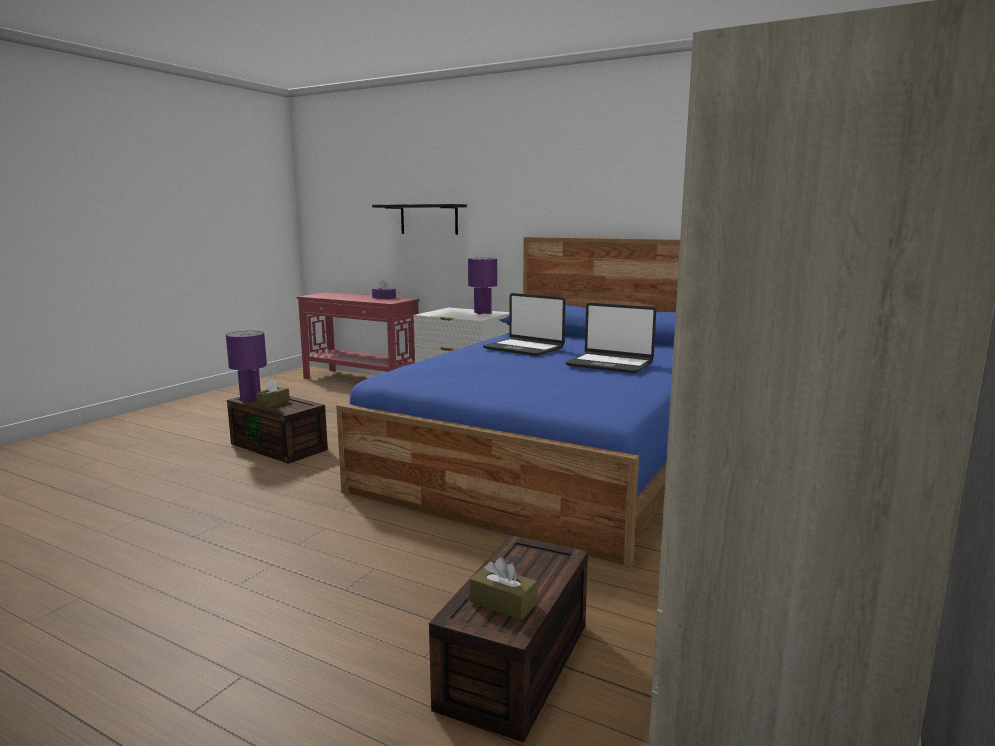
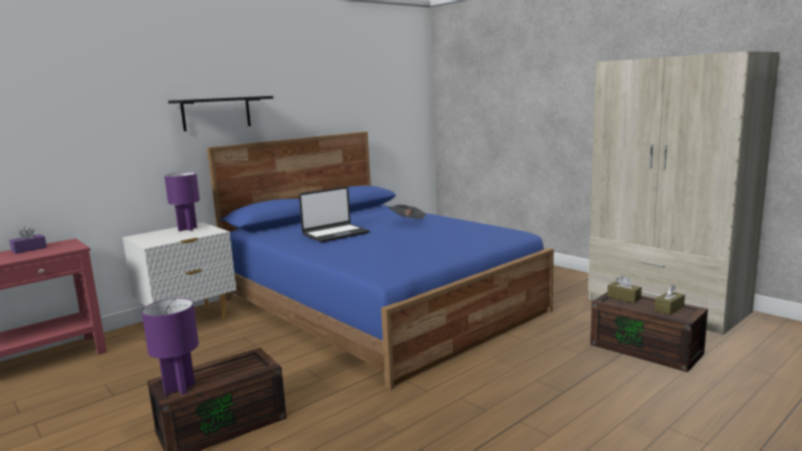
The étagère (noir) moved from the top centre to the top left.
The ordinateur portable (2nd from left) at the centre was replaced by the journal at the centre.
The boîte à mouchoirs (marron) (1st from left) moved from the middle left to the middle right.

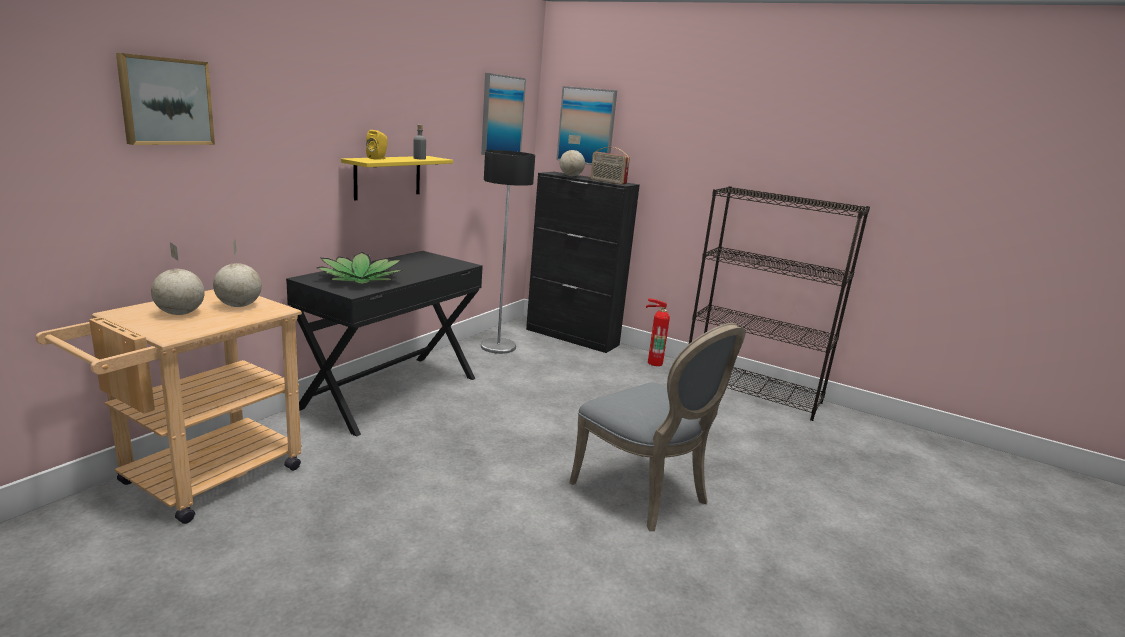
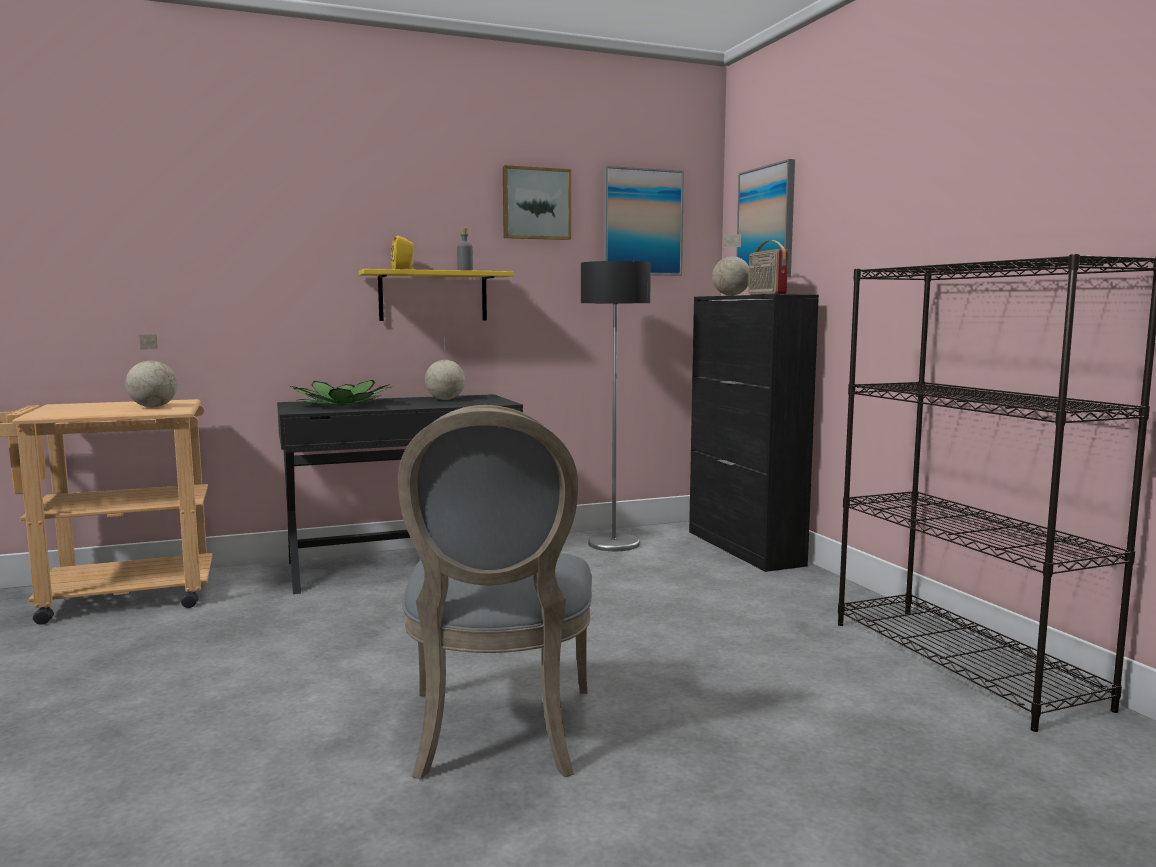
The globe (1st from left in the first image) moved from the middle left to the centre.
The tableau (1st from left) moved from the top left to the top centre.
The extincteur at the centre disappeared.

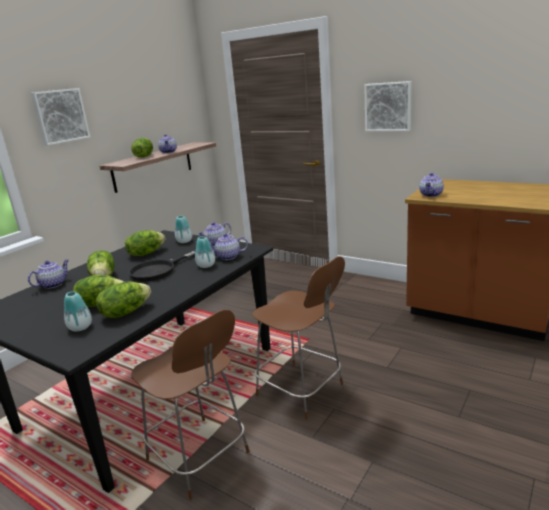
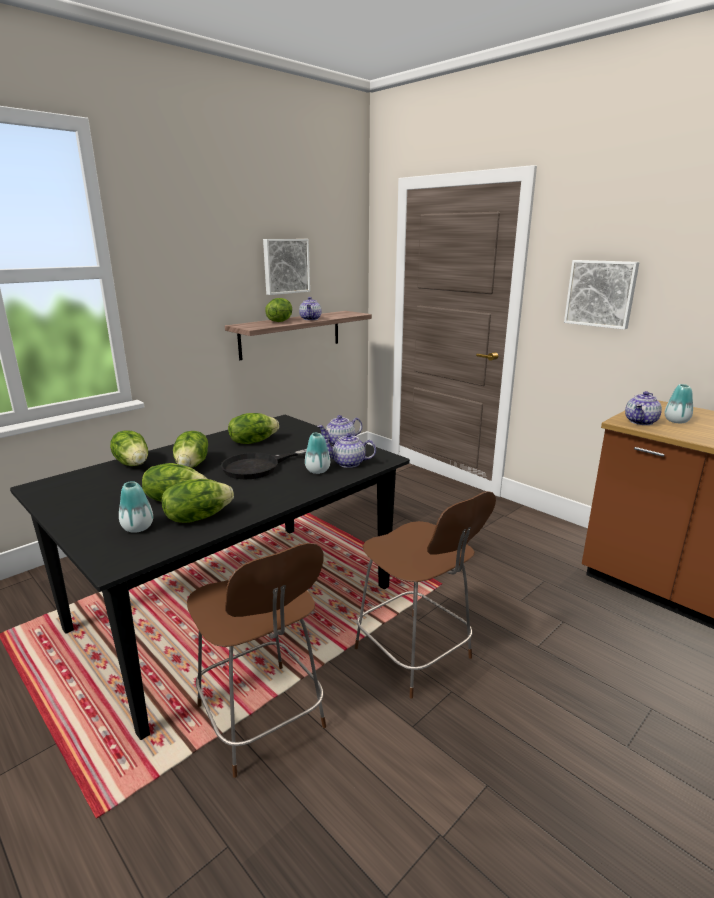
The théière (1st from left) at the middle left was replaced by the laitue (1st from left) at the middle left.
The tableau (1st from left) moved from the top left to the top centre.
The vase (2nd from left in the first image) moved from the centre to the middle right.

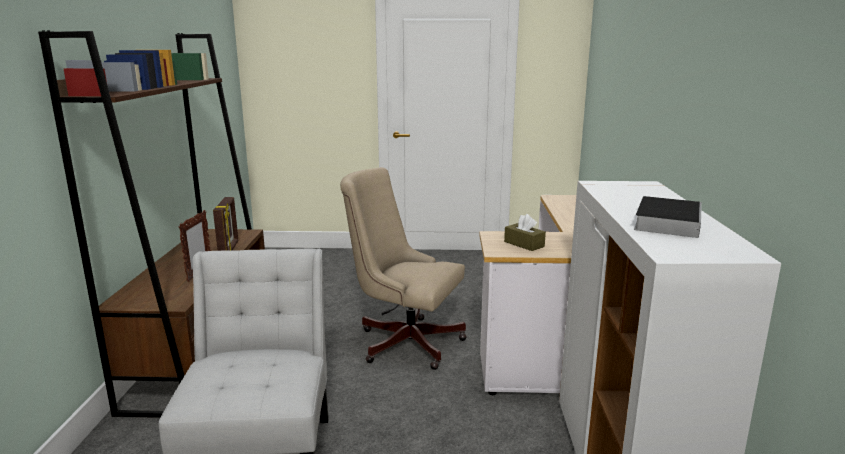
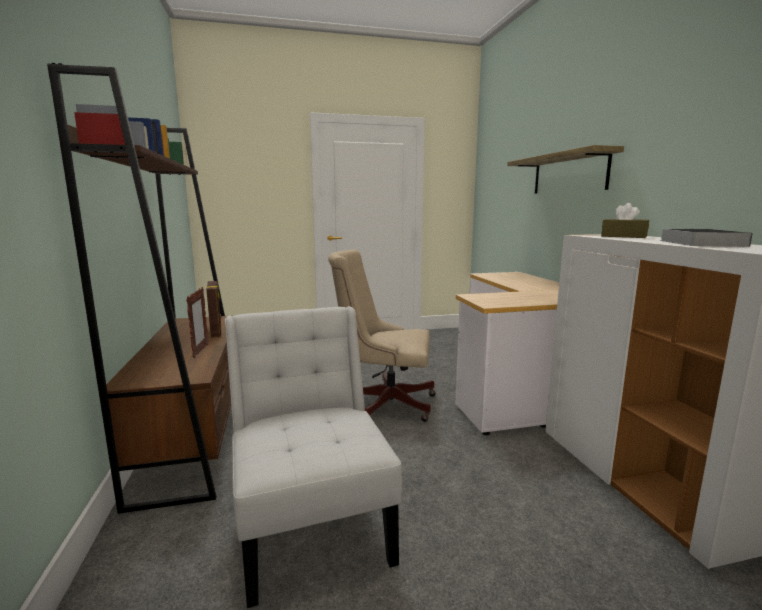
The étagère at the top right appeared.
The boîte à mouchoirs (marron) moved from the centre to the middle right.

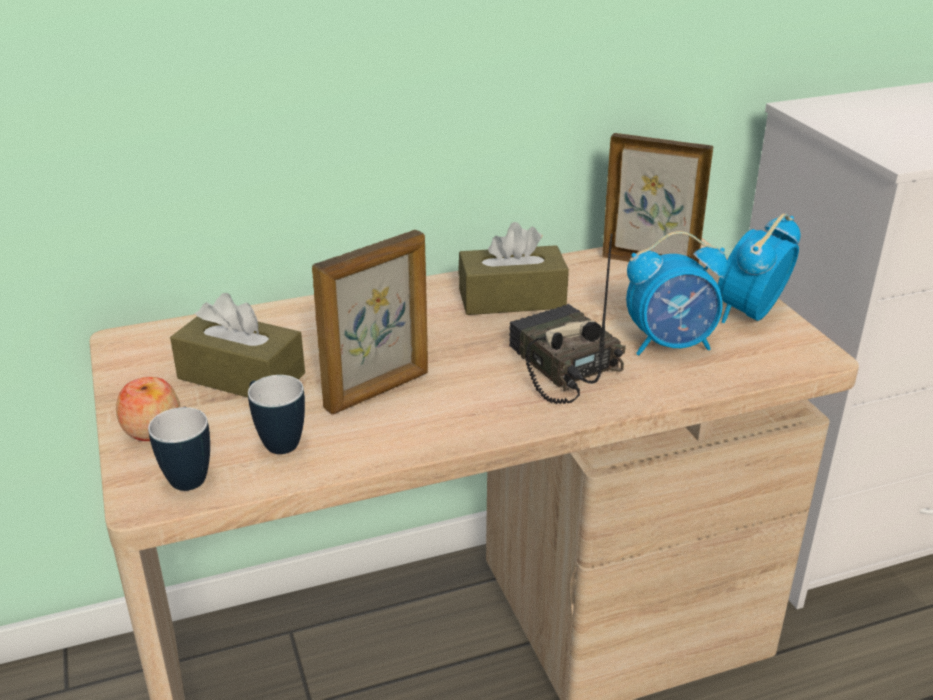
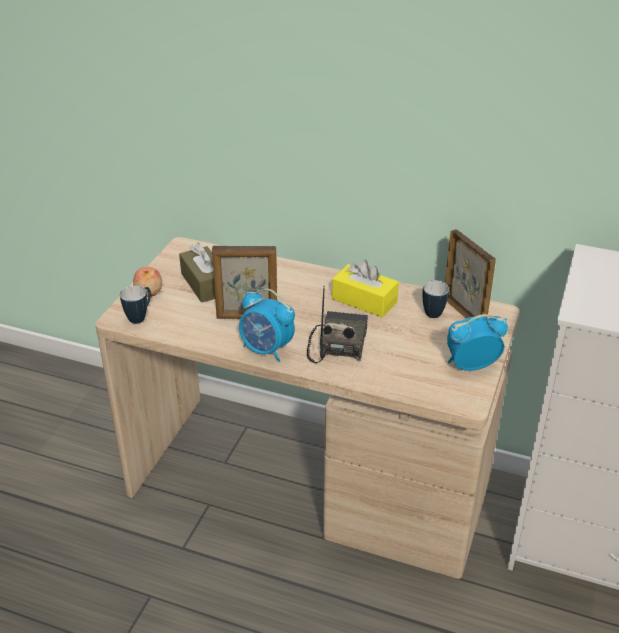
The réveil (1st from left) moved from the middle right to the centre.
The boîte à mouchoirs (marron) (2nd from left) at the centre became the boîte à mouchoirs (jaune) at the centre.
The mug (2nd from left) moved from the middle left to the middle right.

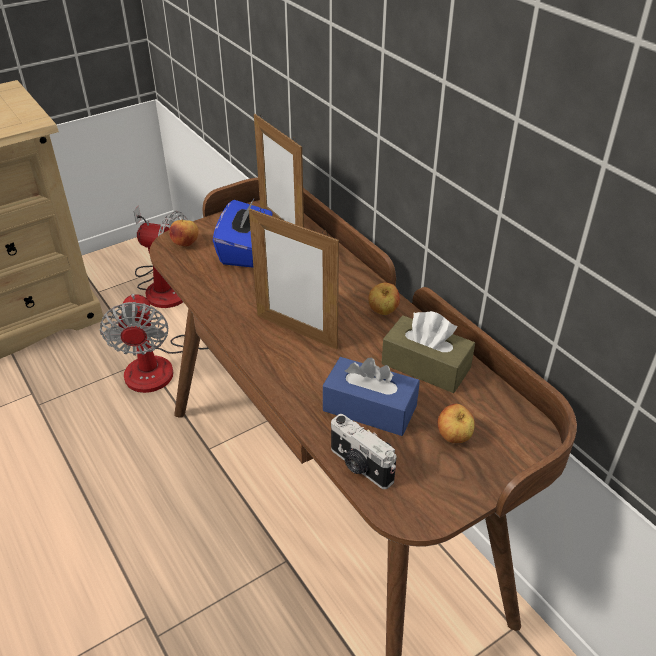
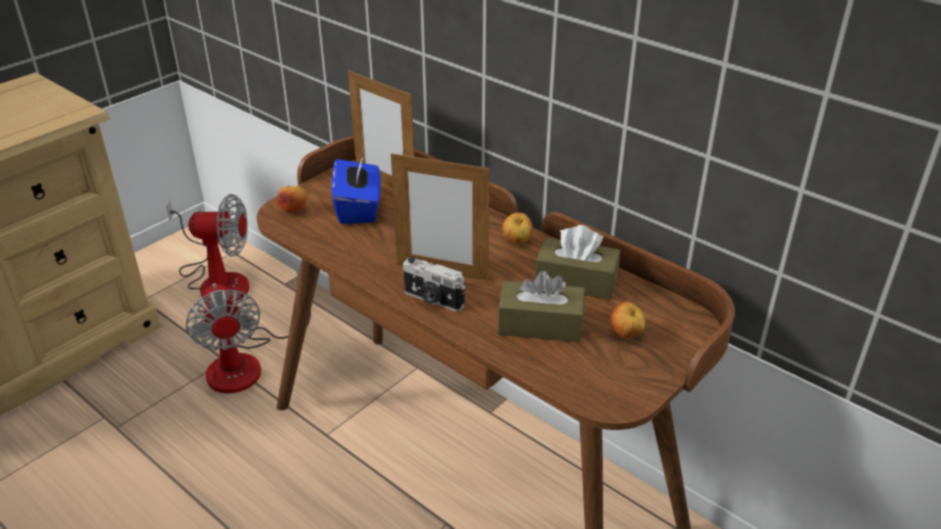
The appareil photo moved from the bottom centre to the centre.
The boîte à mouchoirs (bleu) (2nd from left) at the centre became the boîte à mouchoirs (marron) (1st from left) at the centre.

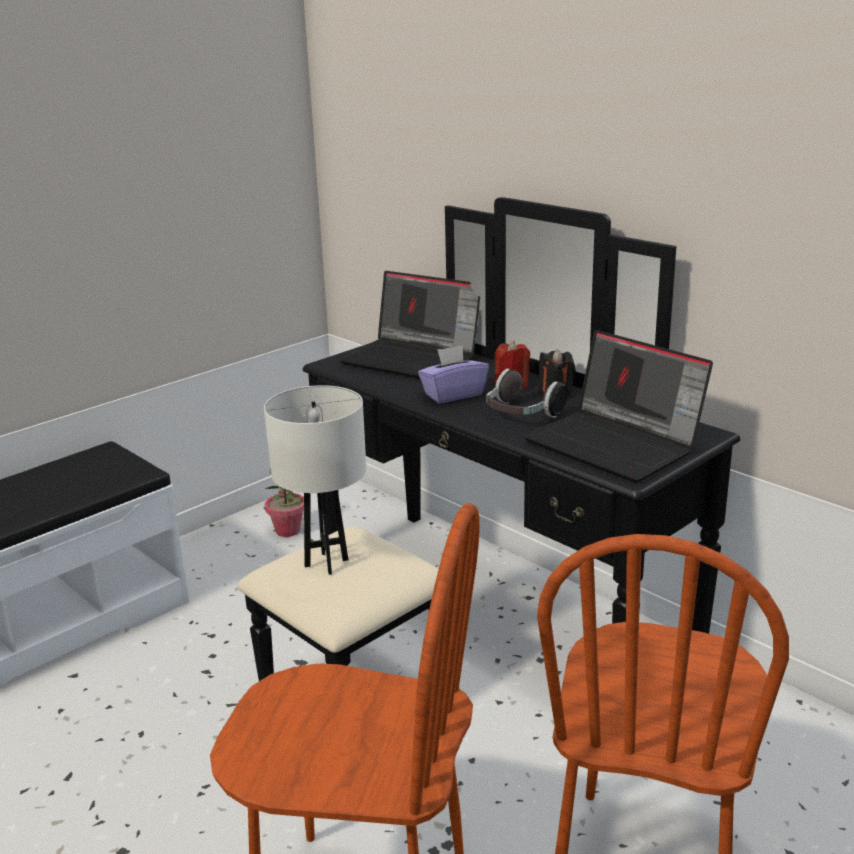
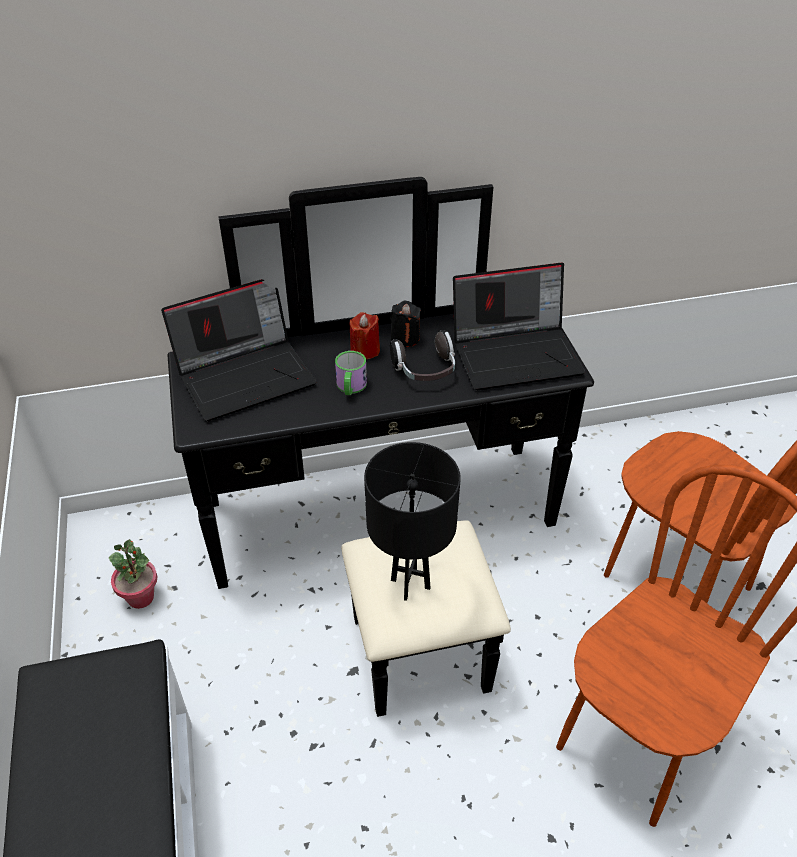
The boîte à mouchoirs (violet) at the centre was replaced by the mug at the centre.
The lampe de table (blanc) at the centre became the lampe de table (noir) at the centre.

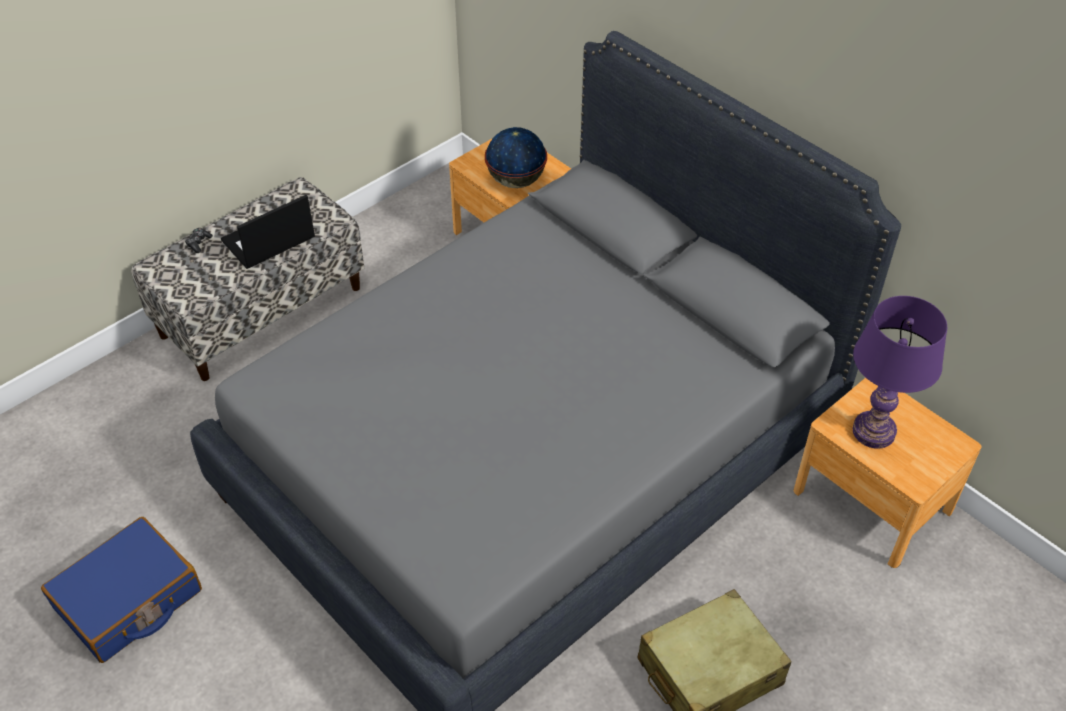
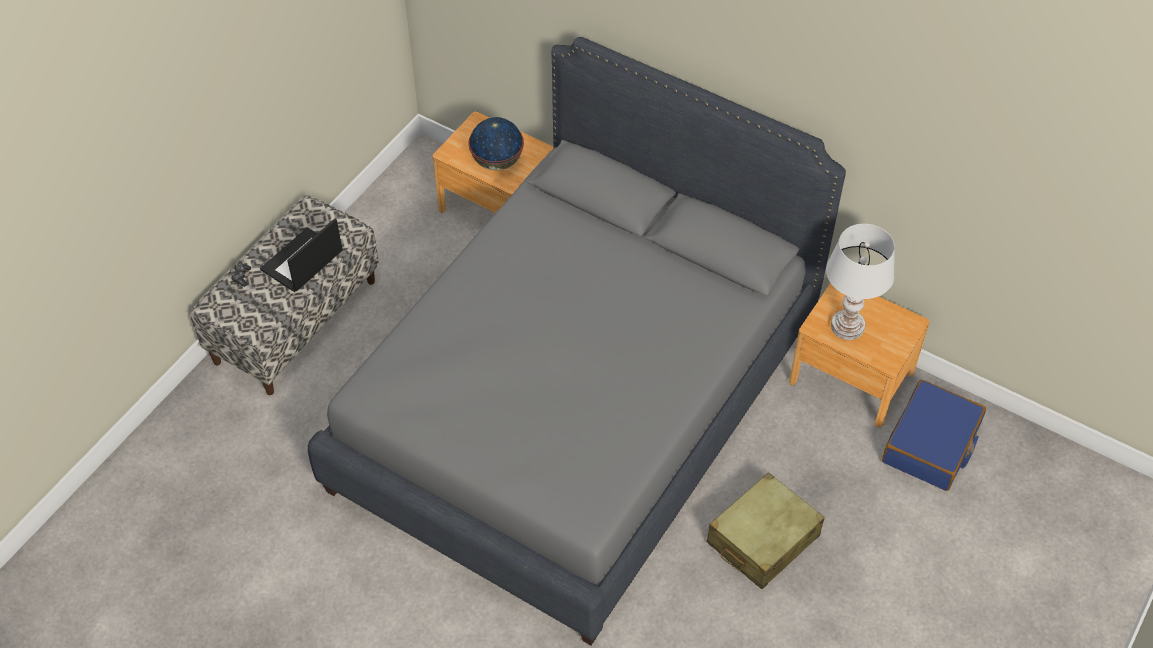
The lampe de table (violet) at the middle right became the lampe de table (blanc) at the middle right.
The valise (bleu) moved from the bottom left to the bottom right.

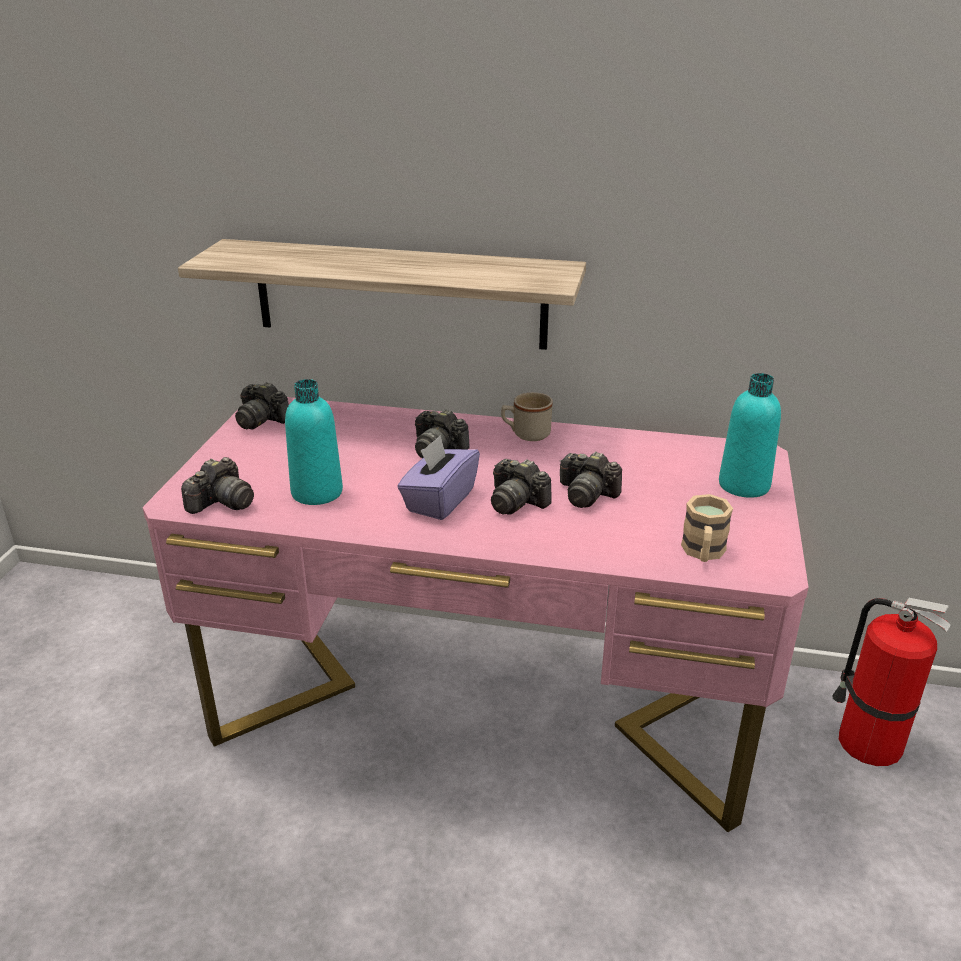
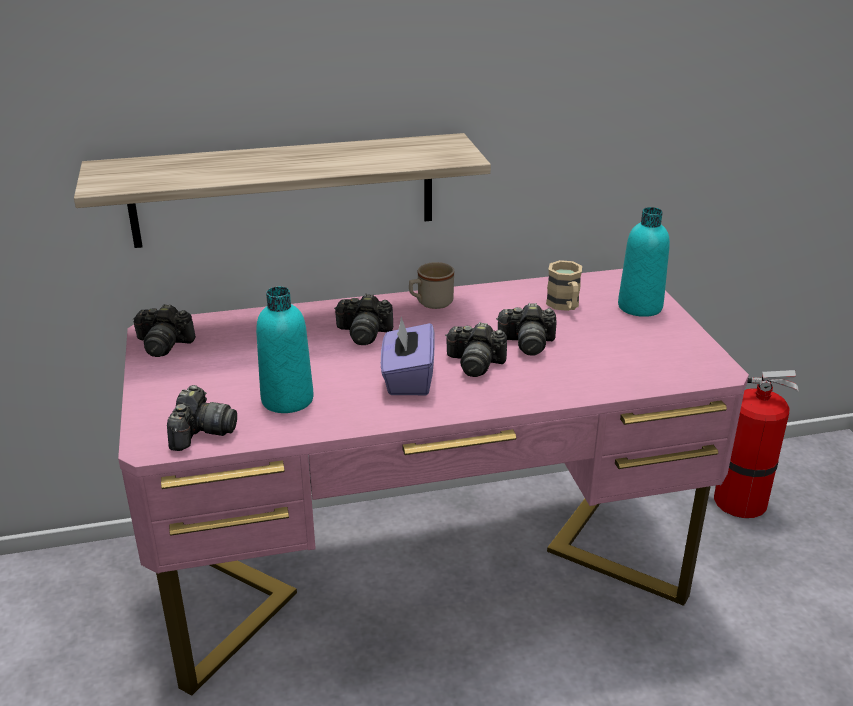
The mug (beige) (2nd from left) moved from the middle right to the centre.

